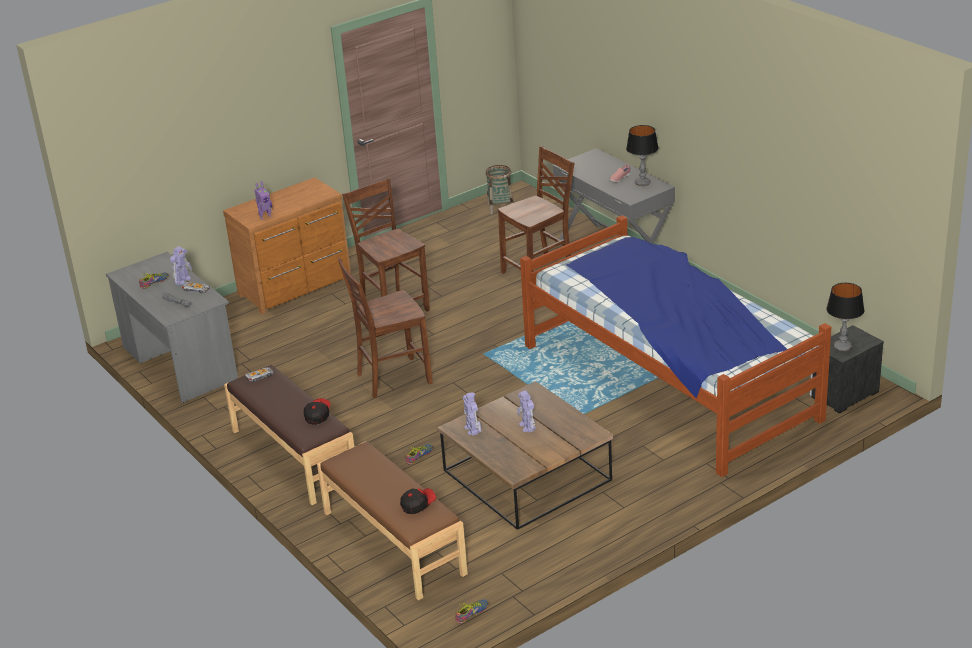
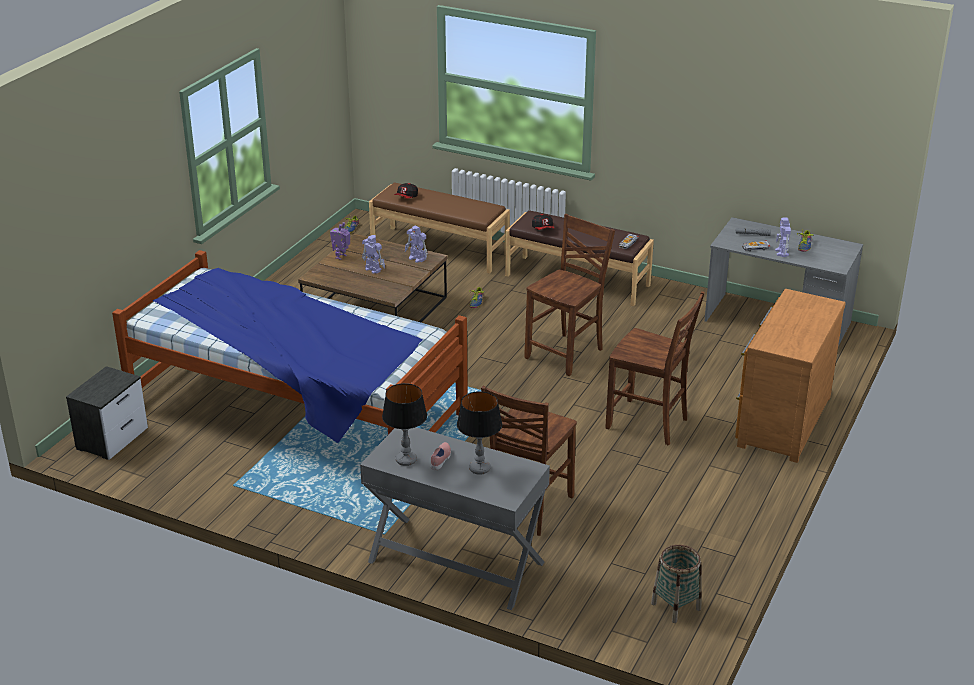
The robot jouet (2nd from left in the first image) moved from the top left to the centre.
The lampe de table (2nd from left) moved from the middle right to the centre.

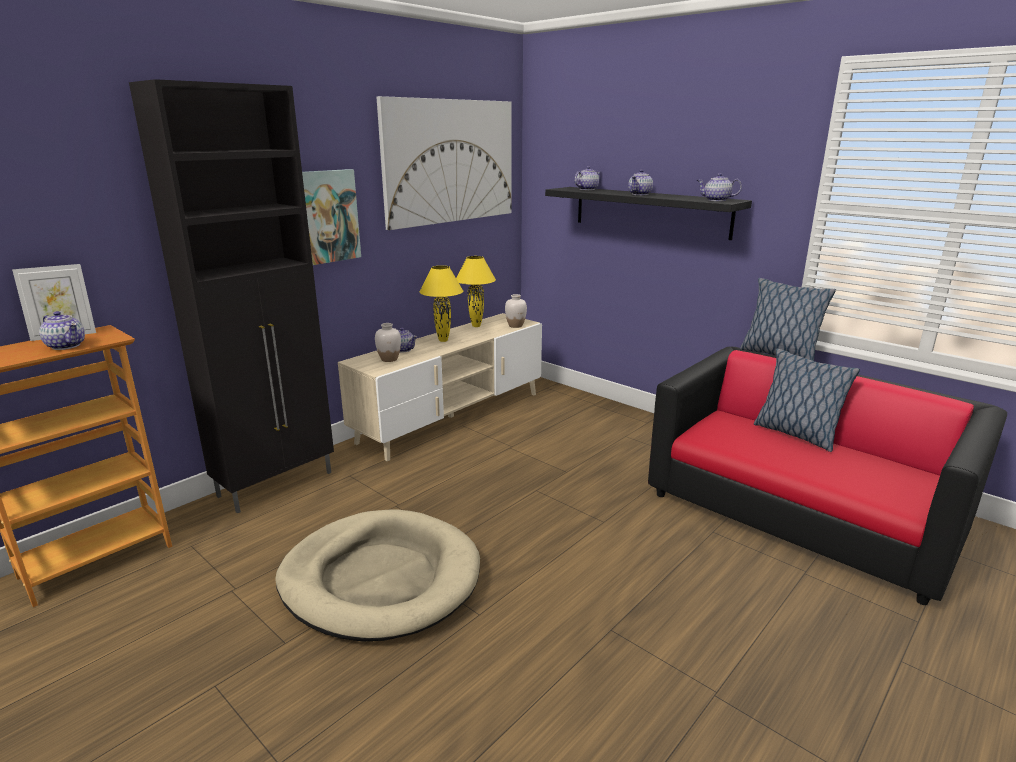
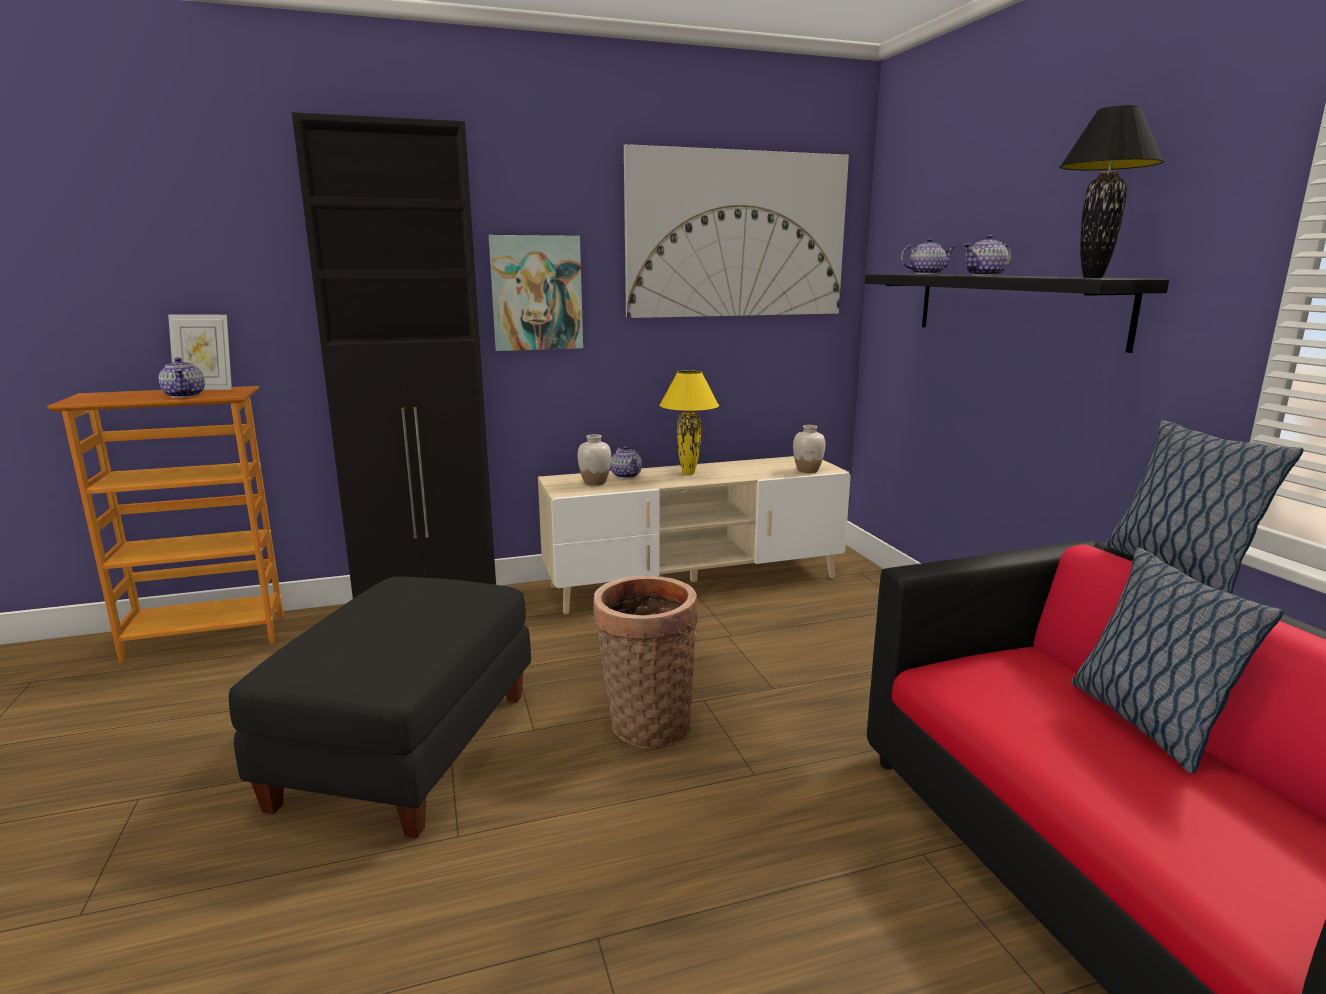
The panier pour chien (beige) at the bottom centre was replaced by the pouf (noir) at the bottom left.
The panier at the centre appeared.
The théière (5th from left) at the top right was replaced by the lampe de table (noir) at the top right.
The lampe de table (jaune) (2nd from left) at the centre disappeared.

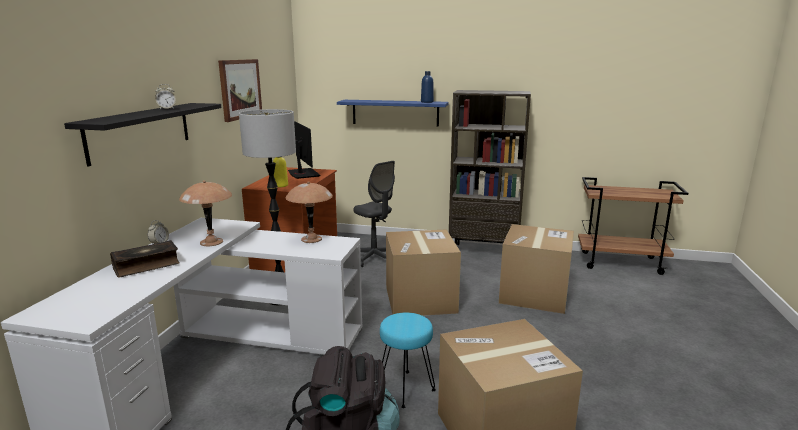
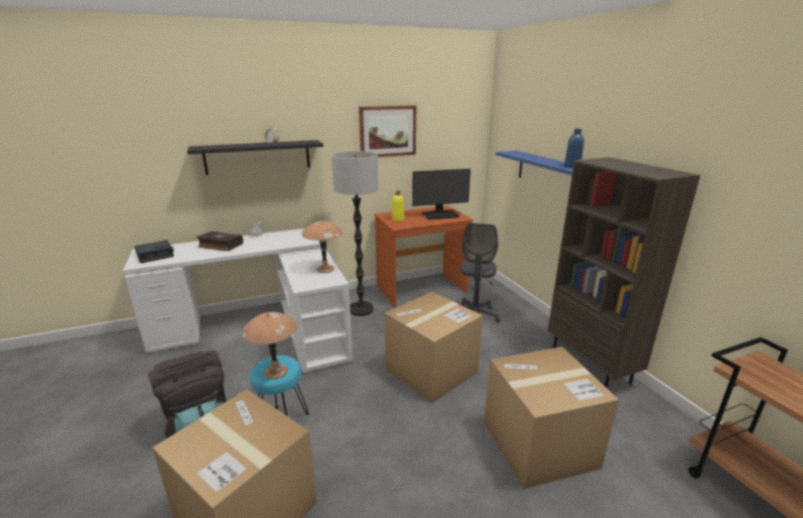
The réveil (1st from left) at the middle left appeared.
The lampe de table (marron) (1st from left) moved from the middle left to the centre.
The écran d'ordinateur at the centre turned 45 degrees clockwise.

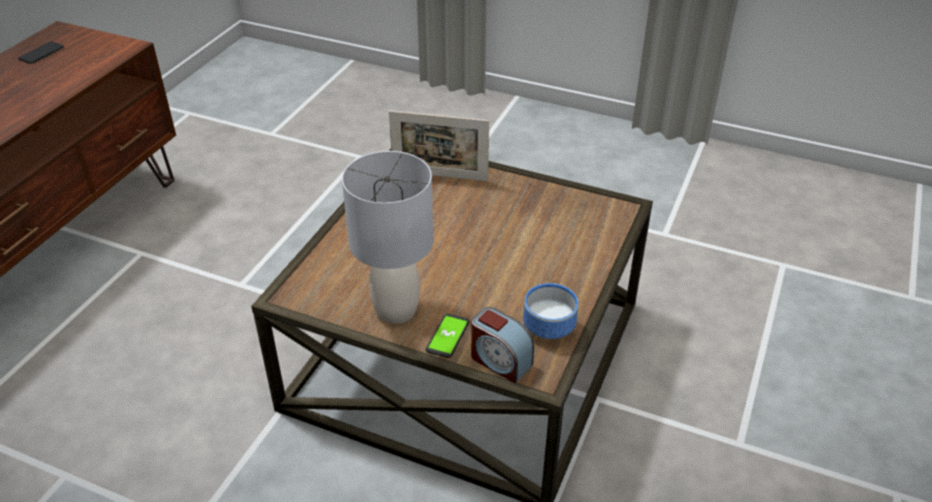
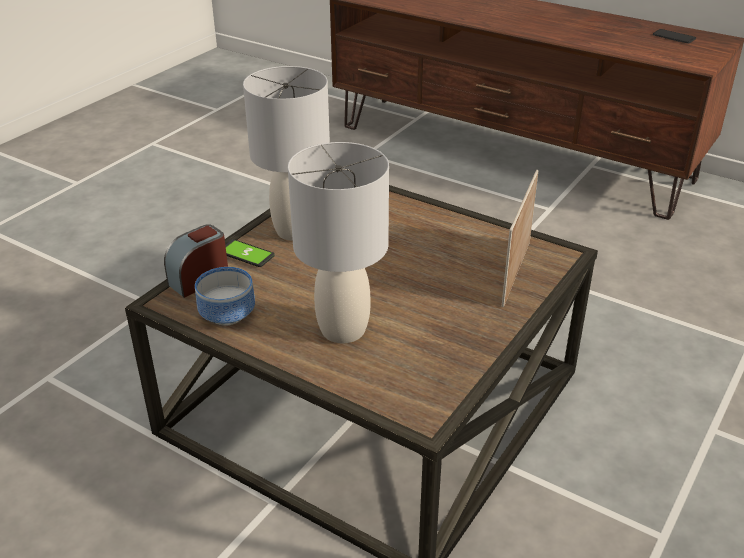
The lampe de table (gris) (2nd from left) at the centre appeared.

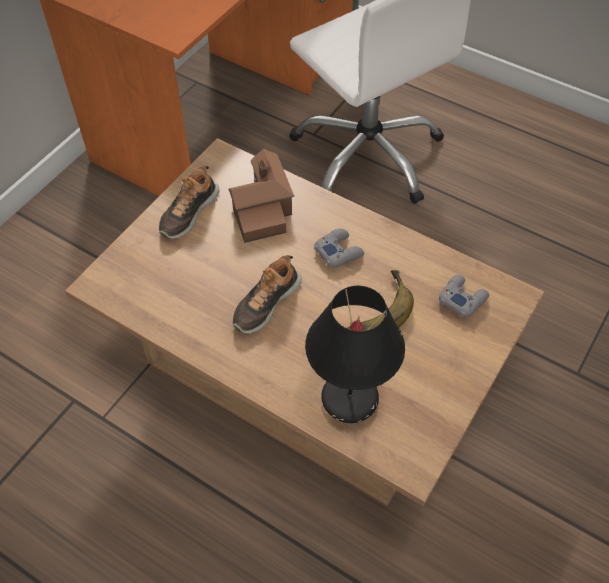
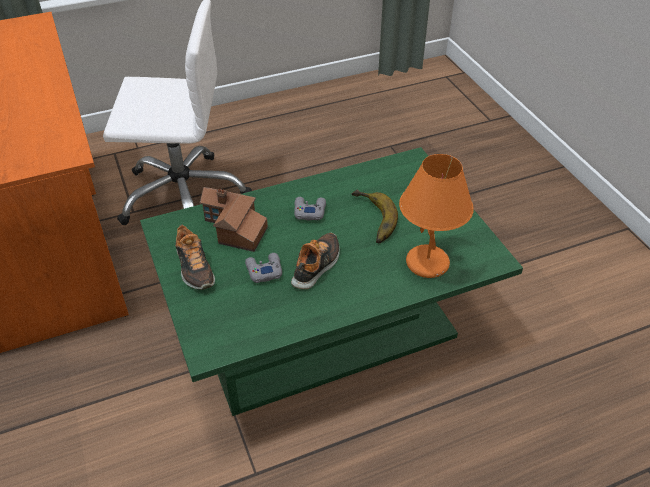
The table basse (marron) at the centre became the table basse (vert) at the centre.
The manette (gris) (2nd from left in the first image) moved from the middle right to the centre.
The chaussure (2nd from left) at the centre turned 135 degrees counterclockwise.
The lampe de table (noir) at the centre became the lampe de table (orange) at the middle right.

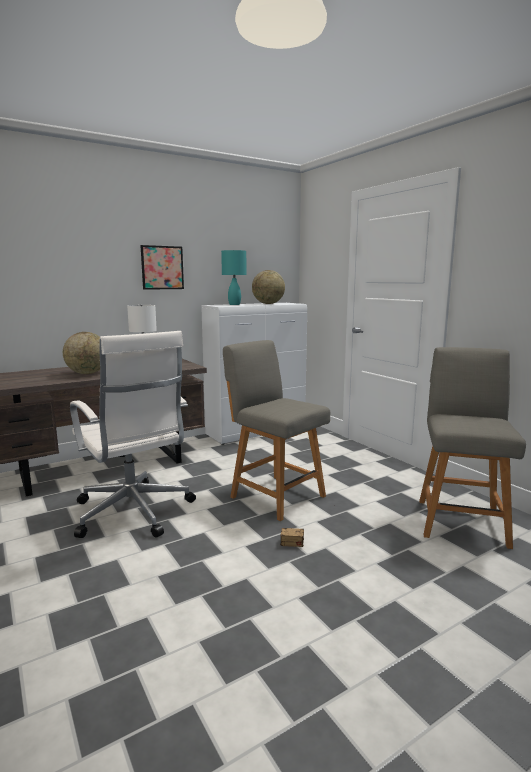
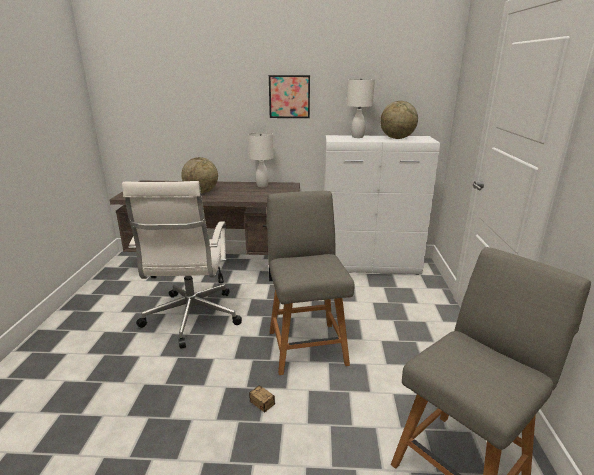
The lampe de table (turquoise) at the centre became the lampe de table (blanc) (2nd from left) at the top centre.

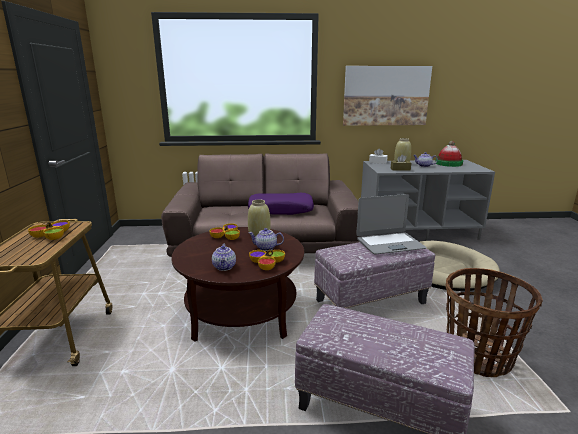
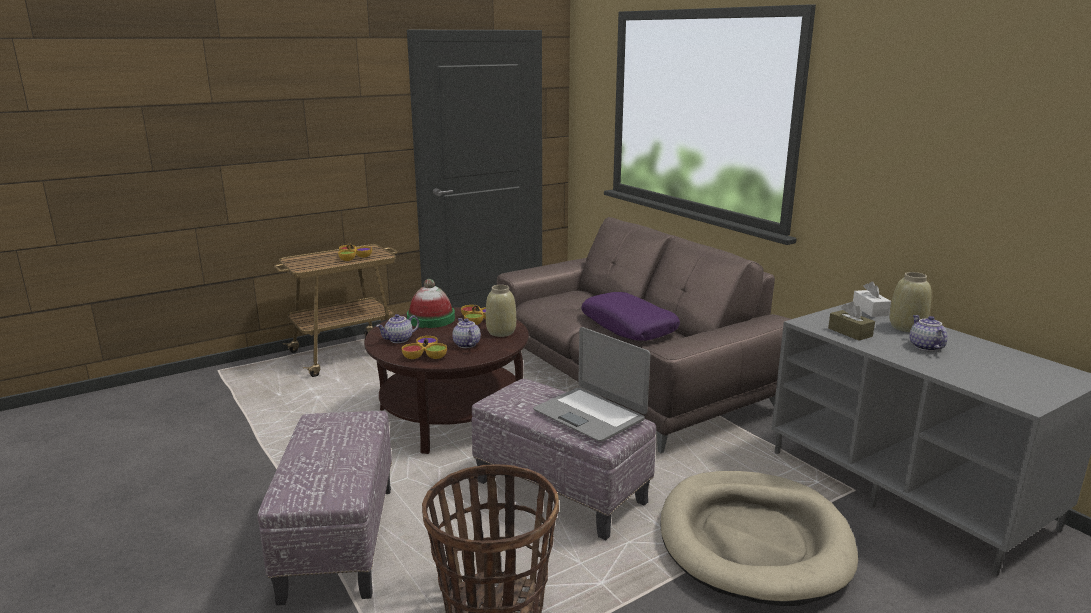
The chapeau moved from the middle right to the centre.
The tableau at the top right disappeared.

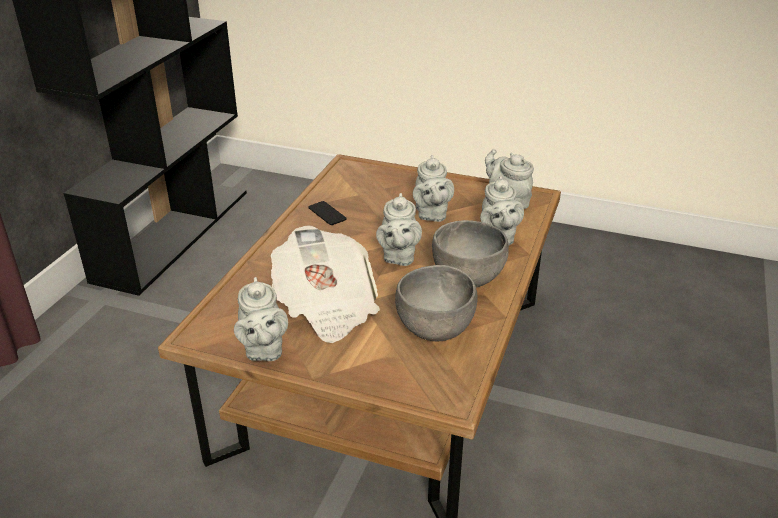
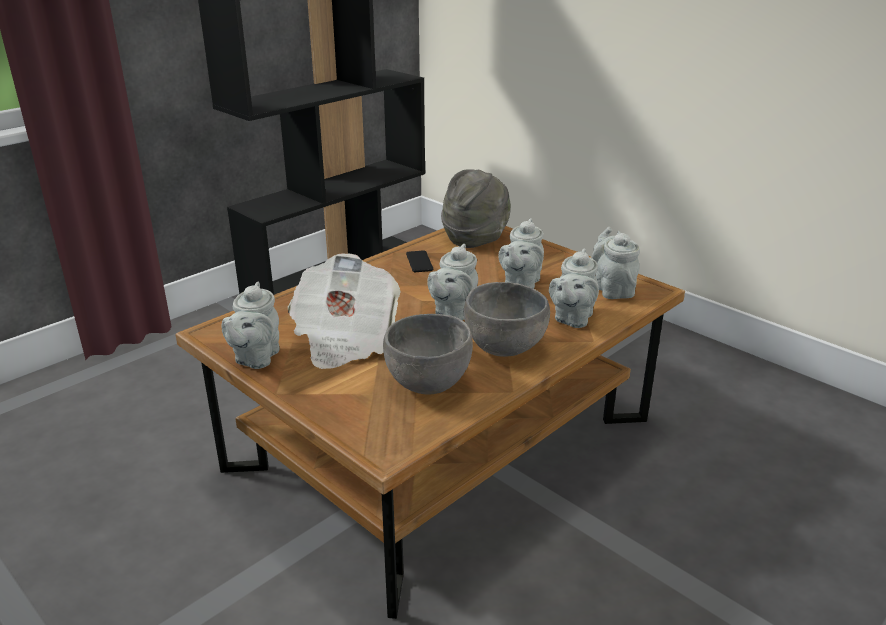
The chapeau (gris) at the top centre appeared.

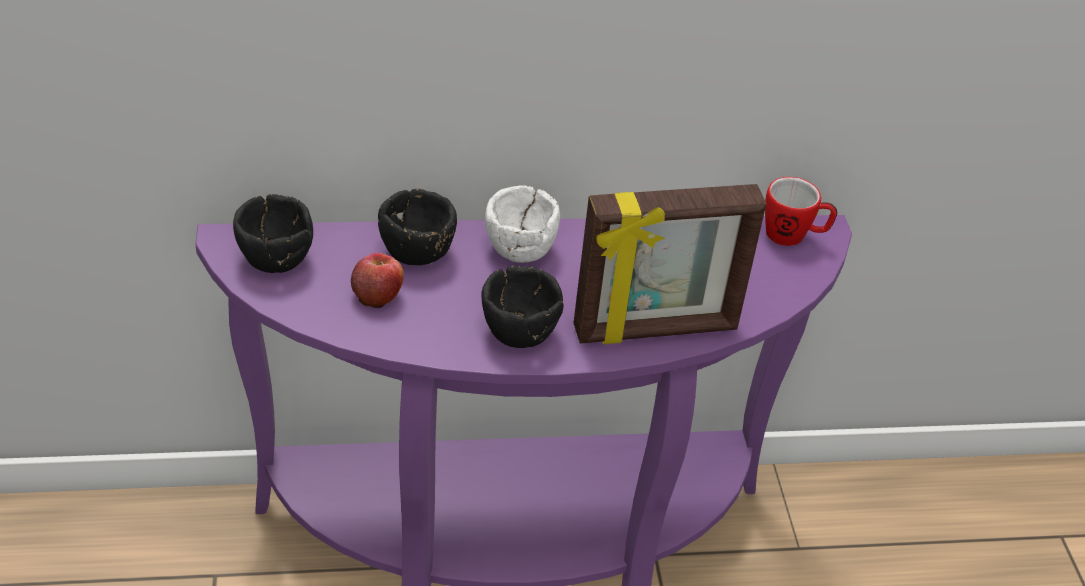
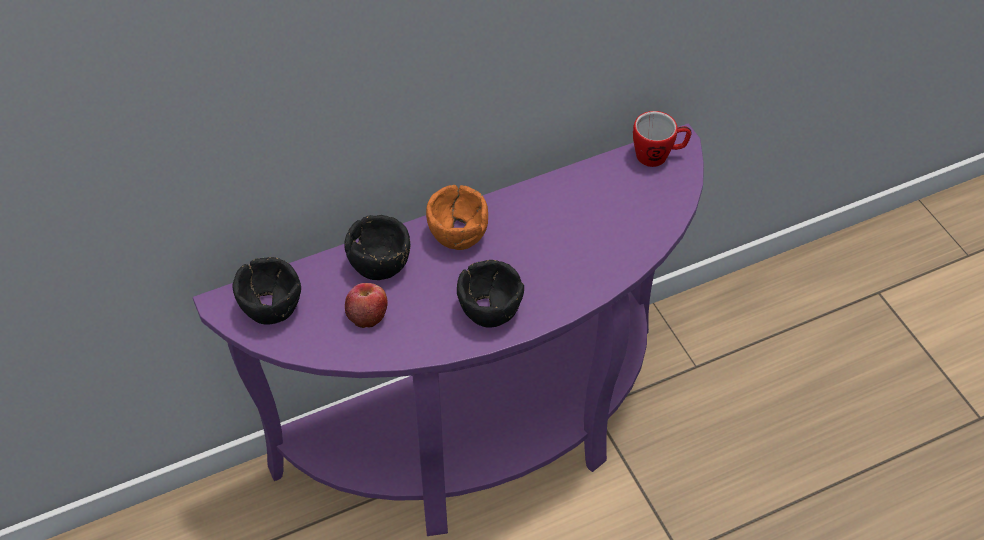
The bol (blanc) at the centre became the bol (orange) at the centre.
The cadre photo at the centre disappeared.

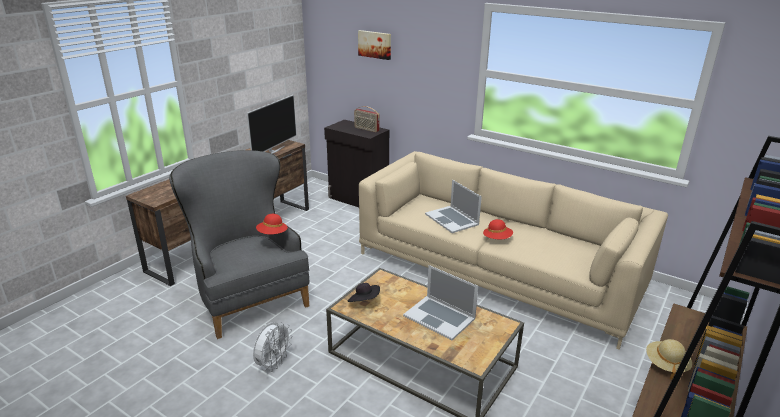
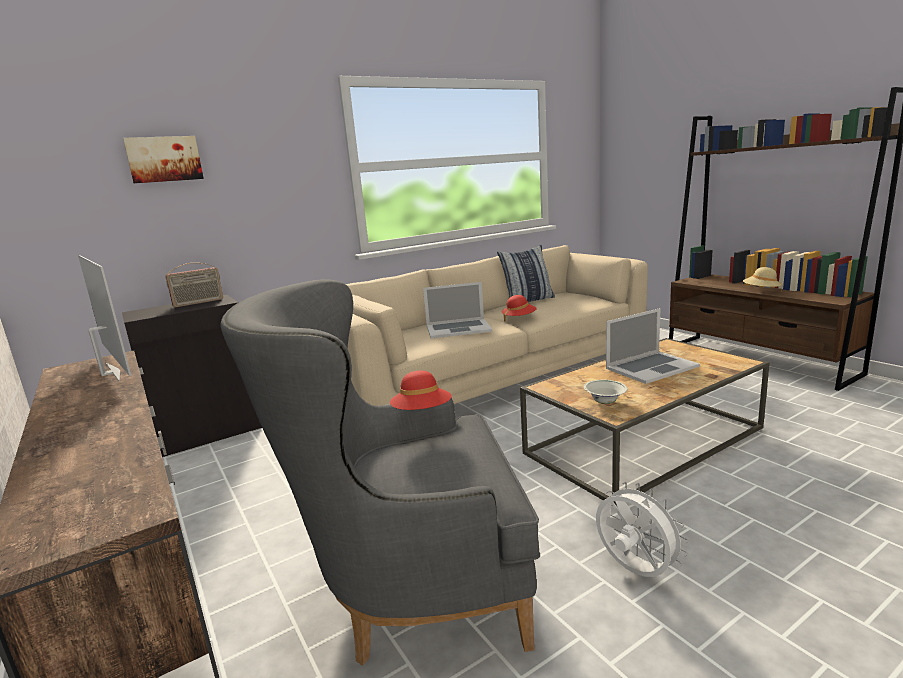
The coussin at the centre appeared.
The chapeau (noir) at the bottom centre was replaced by the bol (blanc) at the middle right.

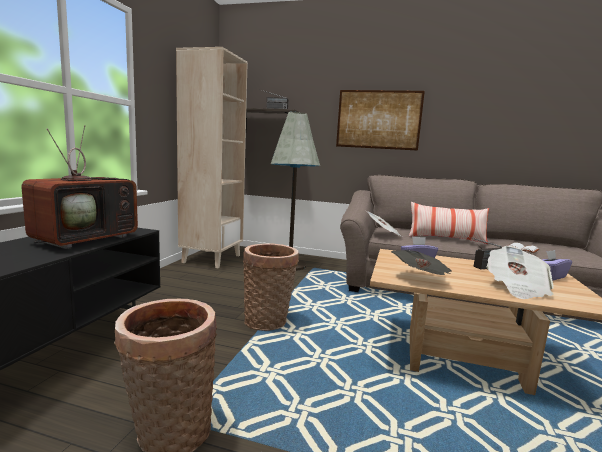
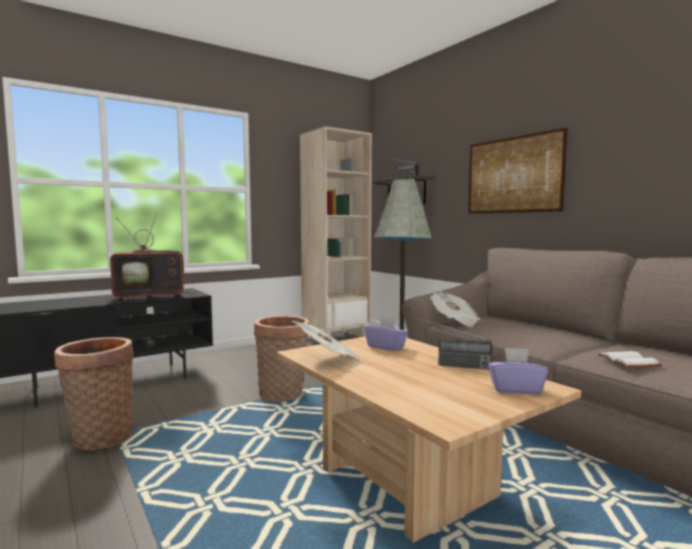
The coussin at the middle right disappeared.
The journal (3rd from left) at the middle right disappeared.

